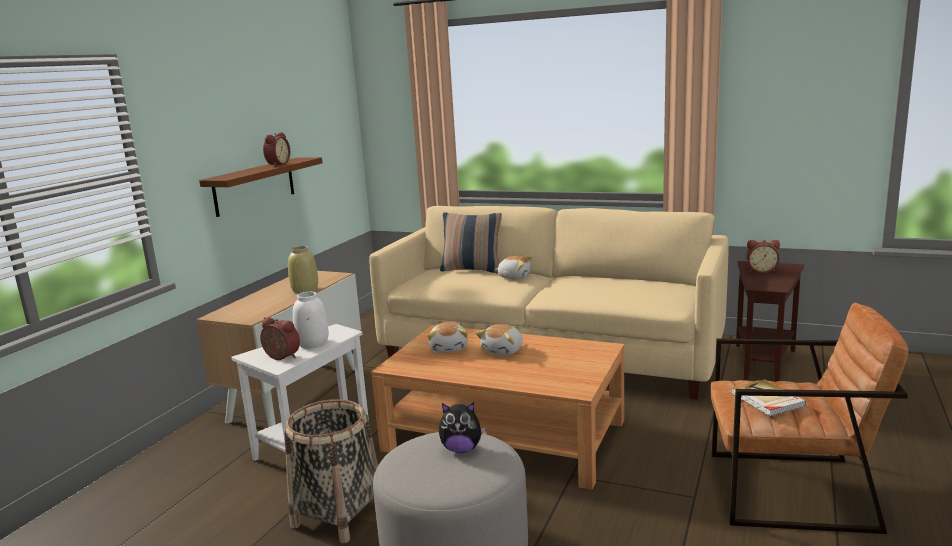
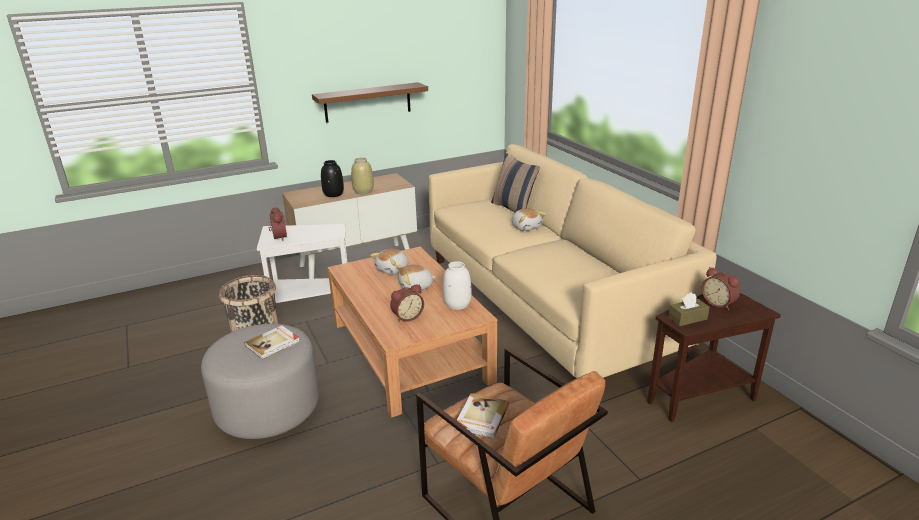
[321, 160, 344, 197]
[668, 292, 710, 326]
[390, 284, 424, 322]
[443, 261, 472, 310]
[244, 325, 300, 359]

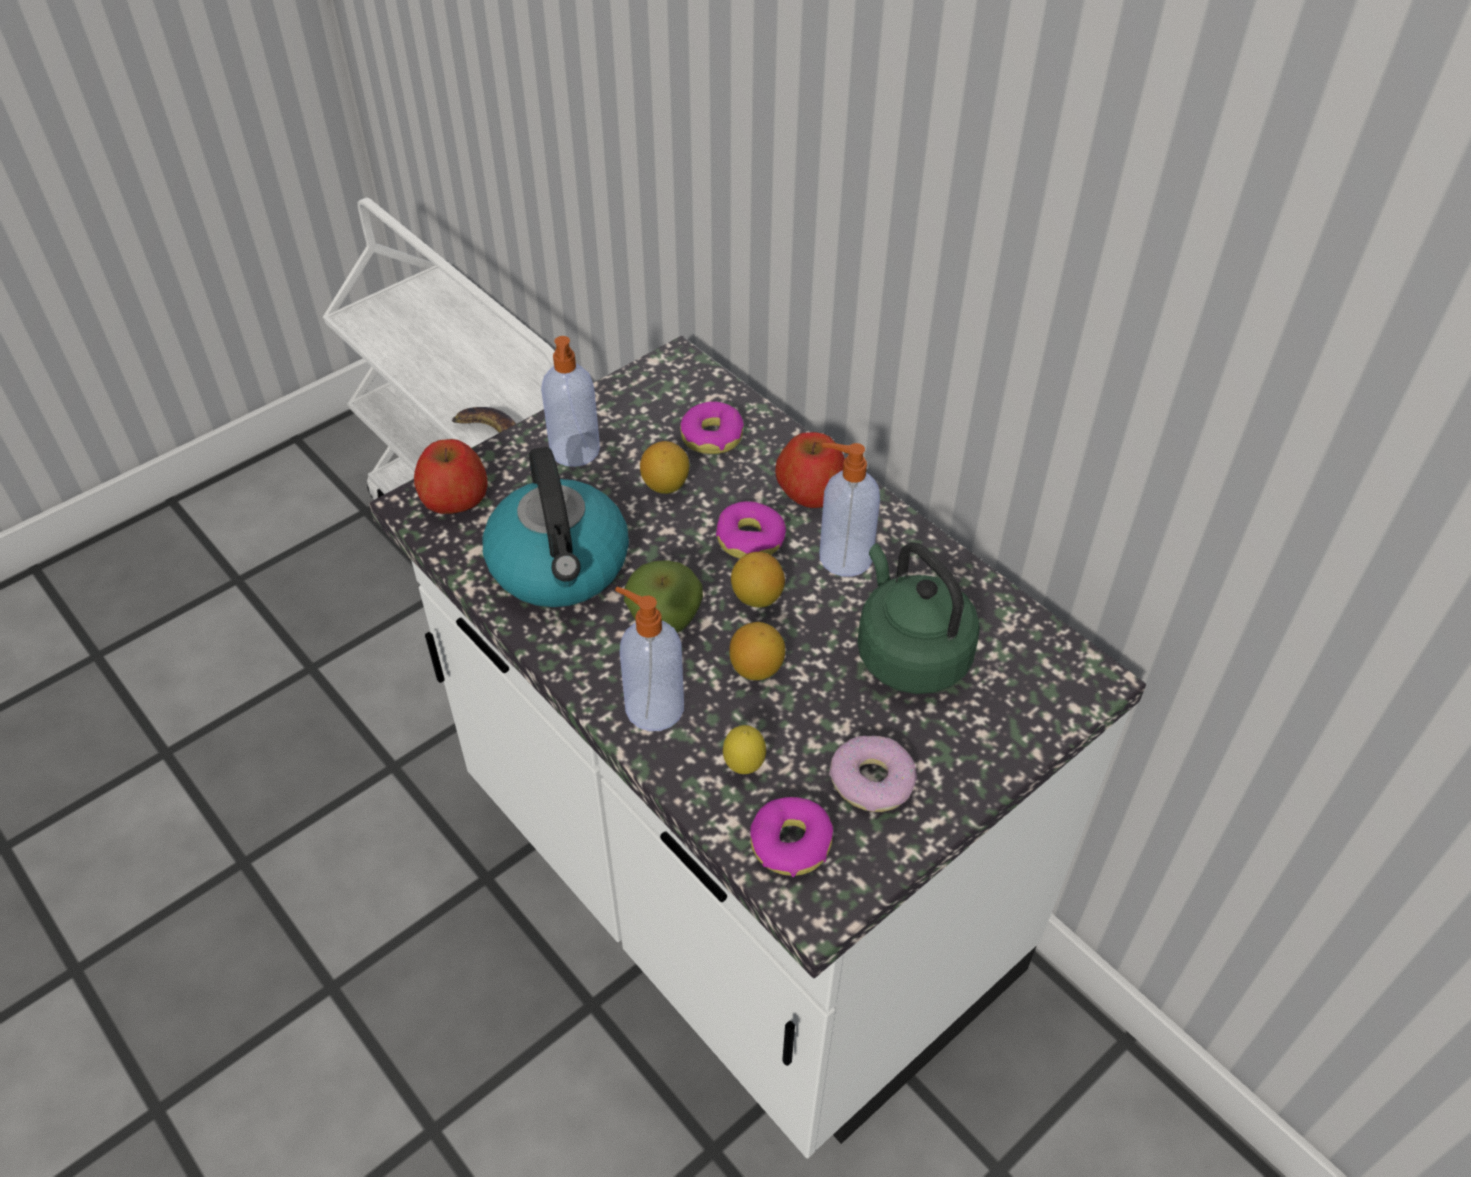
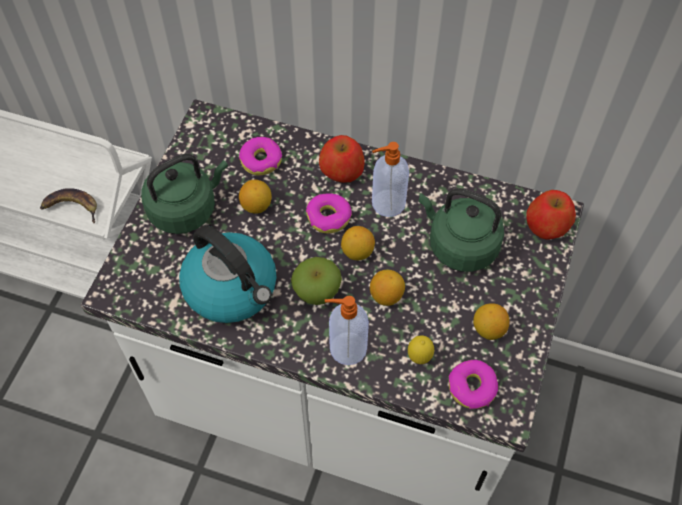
[526, 190, 576, 240]
[141, 154, 228, 234]
[473, 303, 509, 340]

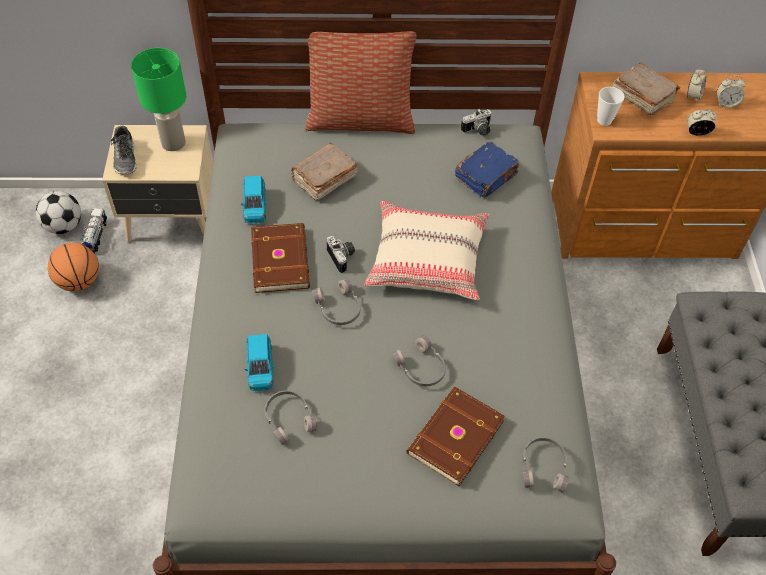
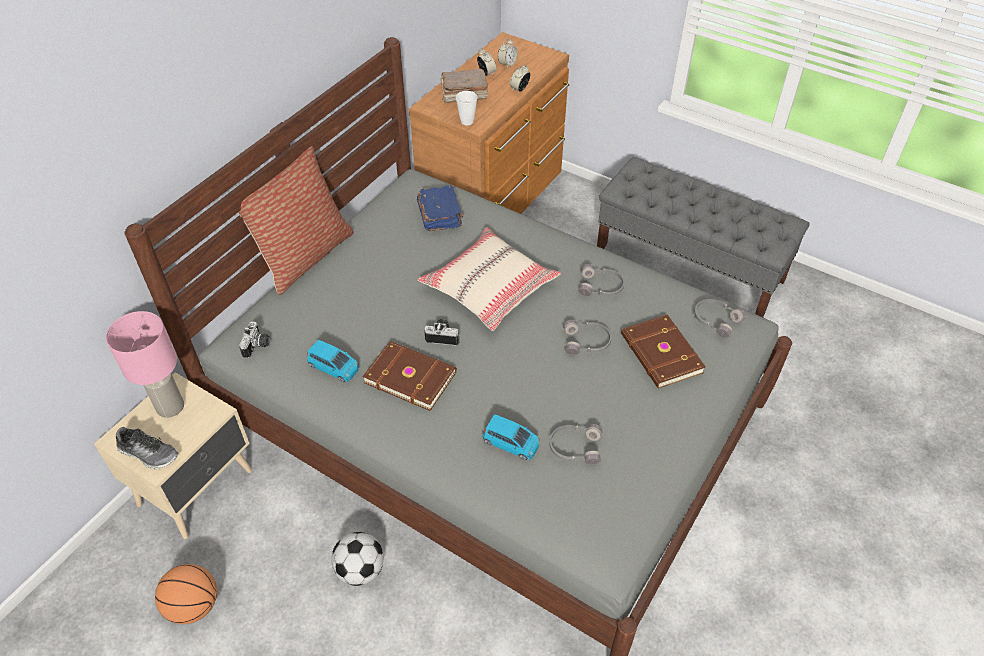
[81, 208, 107, 254] (first image)
[291, 143, 358, 201] (first image)
[331, 532, 384, 586]
[578, 264, 625, 296]
[239, 322, 270, 358]
[106, 311, 184, 418]

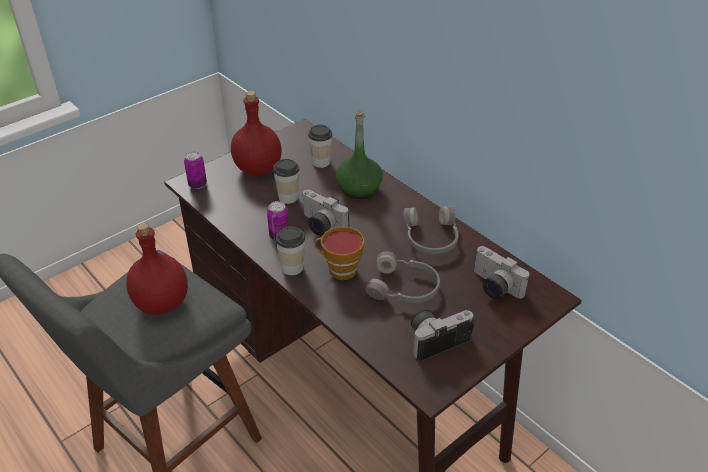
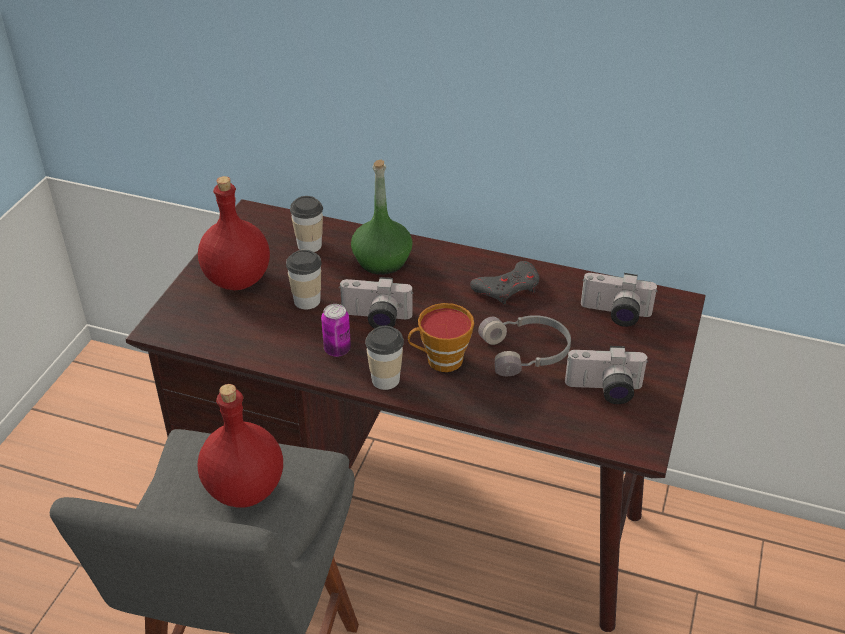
[184, 151, 207, 189] (first image)
[470, 261, 539, 305]
[565, 346, 649, 404]

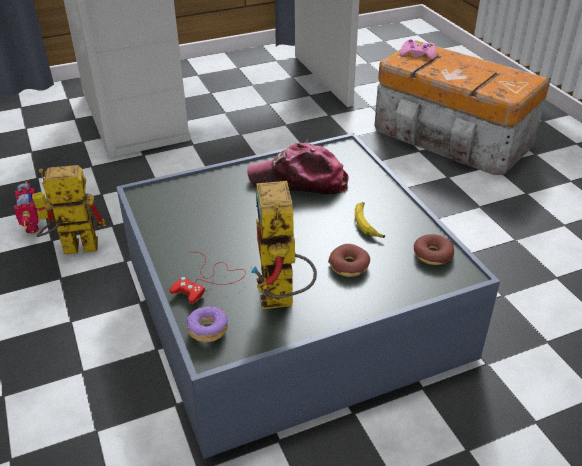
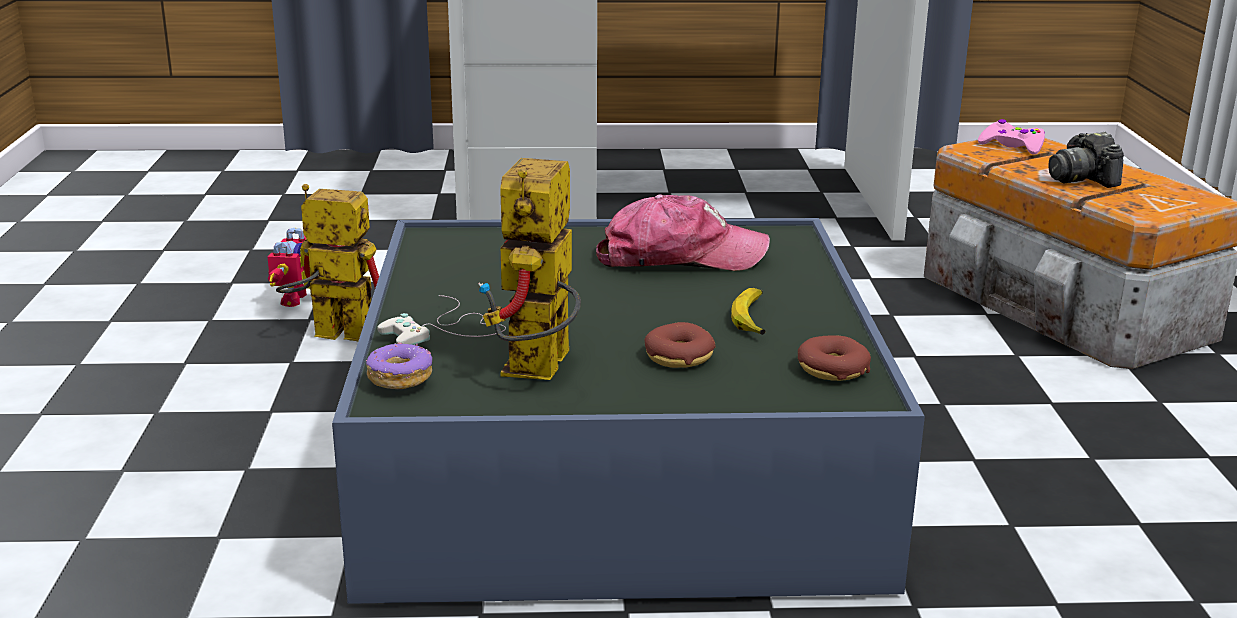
[1048, 132, 1124, 188]
[377, 295, 506, 345]
[596, 194, 770, 271]

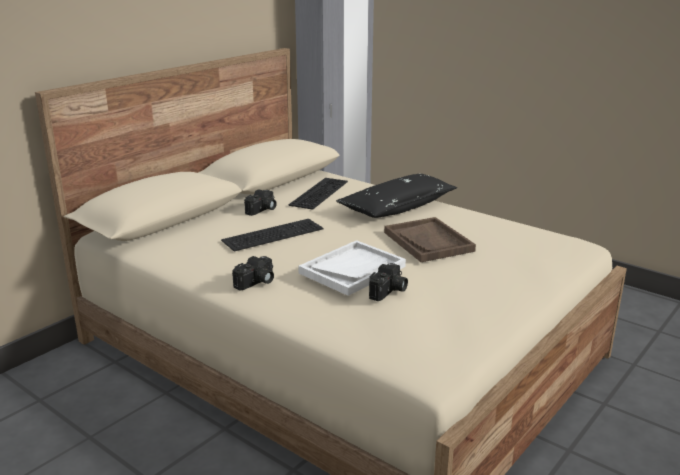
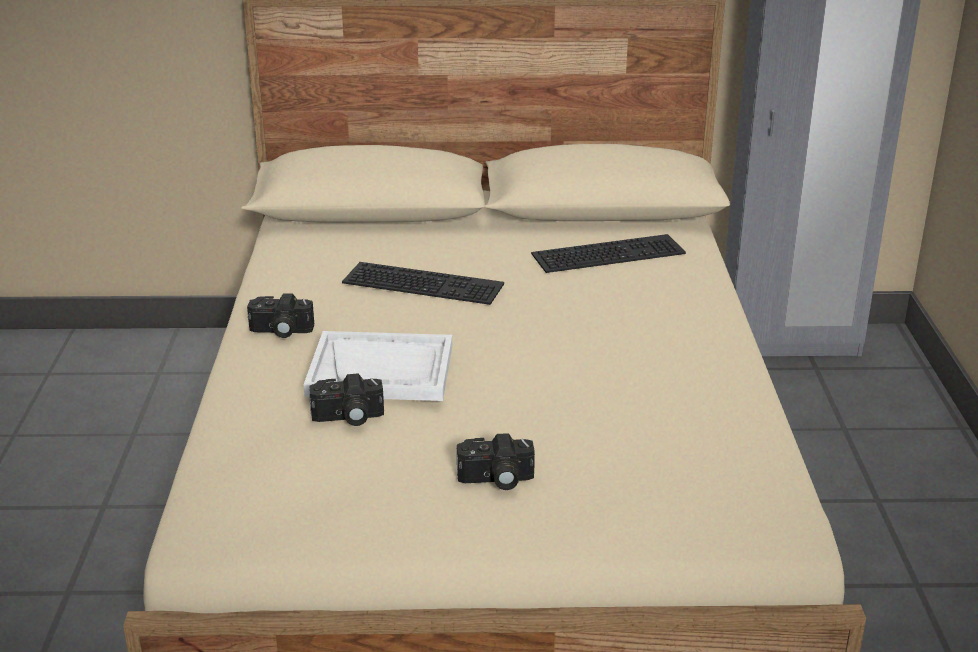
[336, 174, 457, 218] (first image)
[384, 217, 476, 262] (first image)
[457, 433, 535, 490]

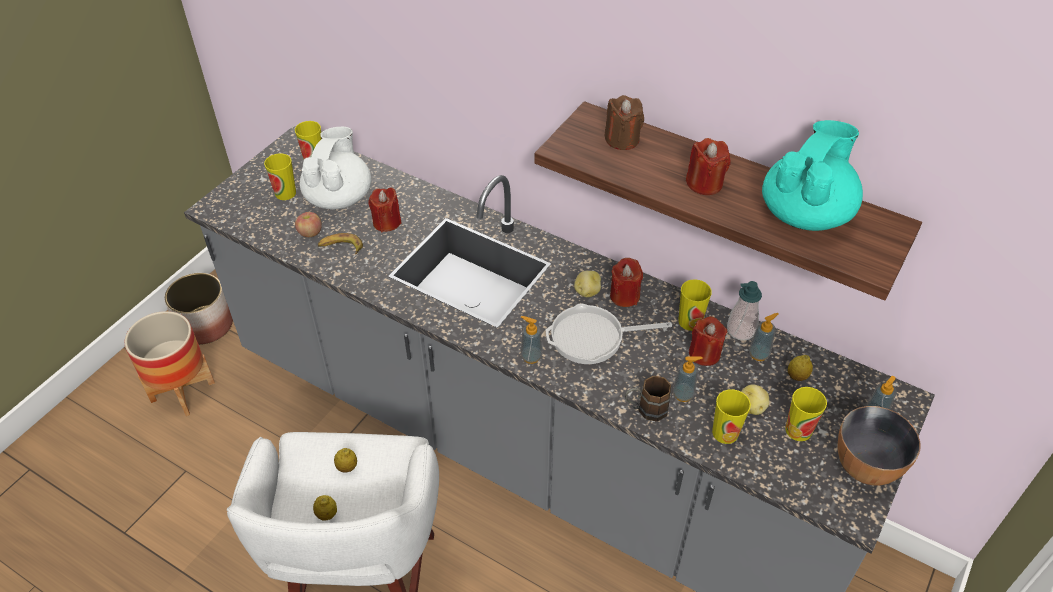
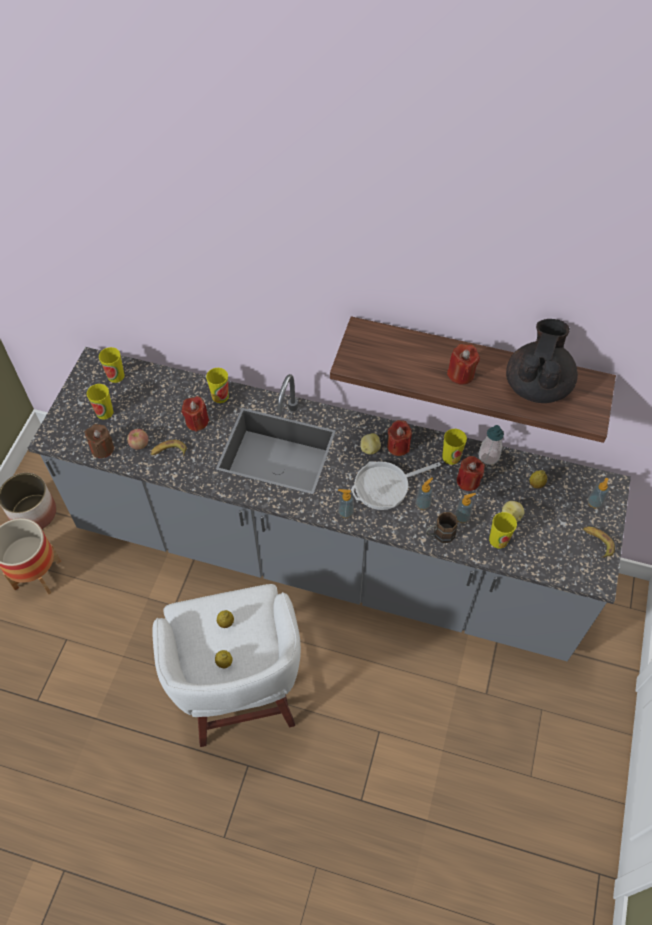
[300, 127, 371, 210] (first image)
[85, 424, 114, 458]
[415, 477, 433, 510]
[206, 368, 229, 403]
[583, 527, 615, 558]
[506, 319, 578, 403]

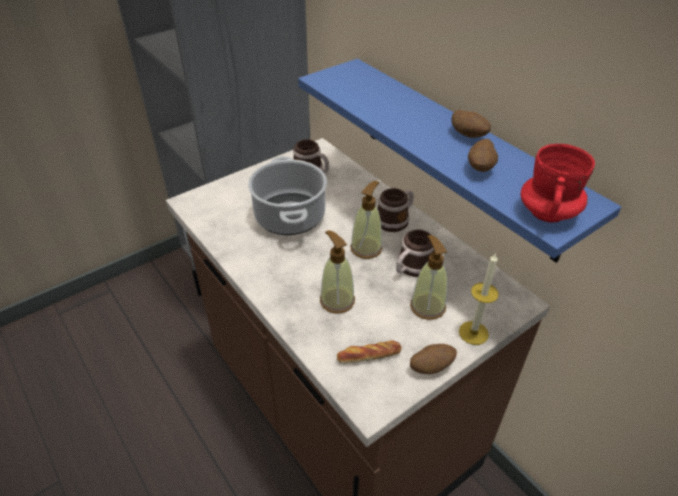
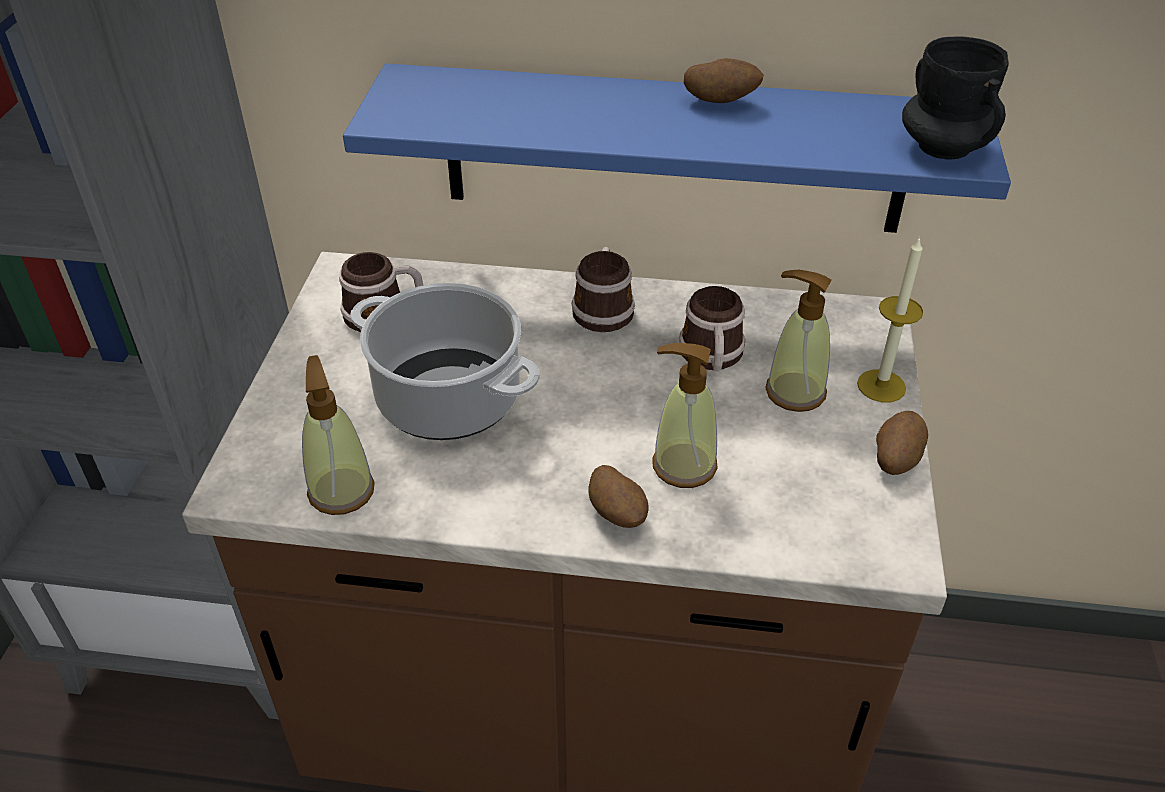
[337, 340, 402, 364] (first image)
[302, 355, 375, 515]
[588, 465, 649, 528]
[902, 36, 1009, 160]

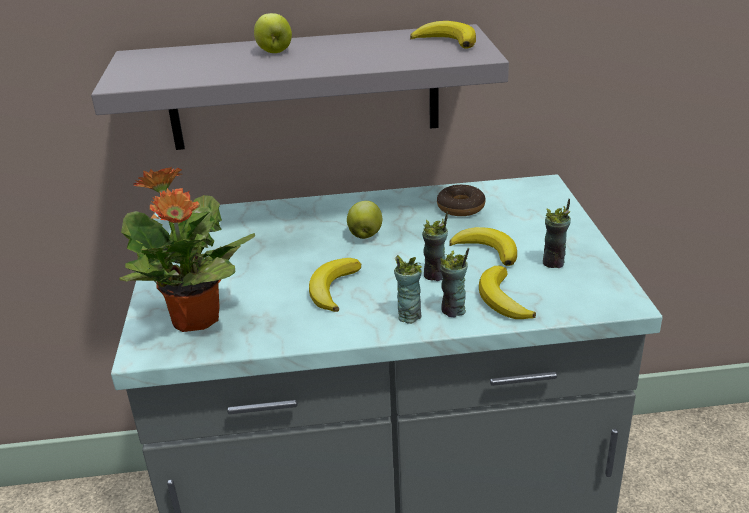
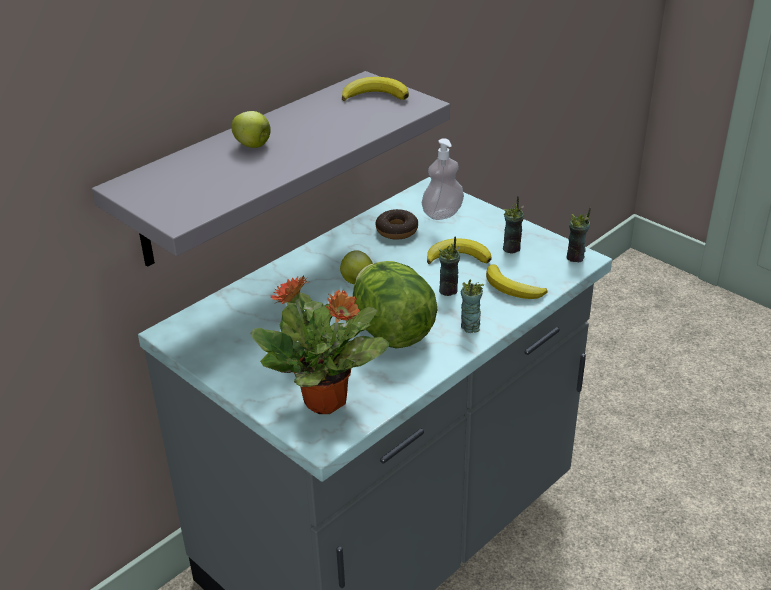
[422, 138, 464, 220]
[567, 208, 591, 263]
[353, 261, 437, 349]

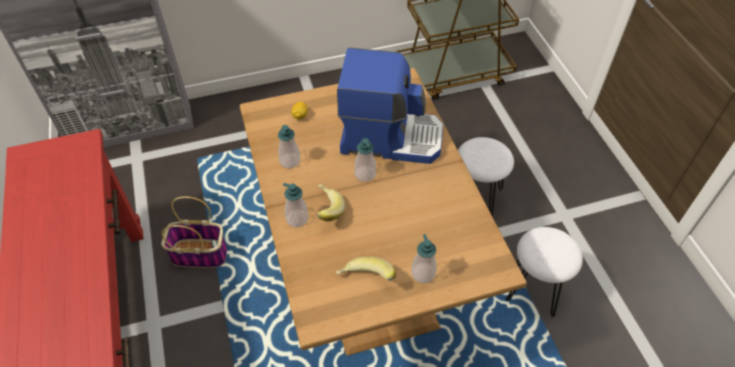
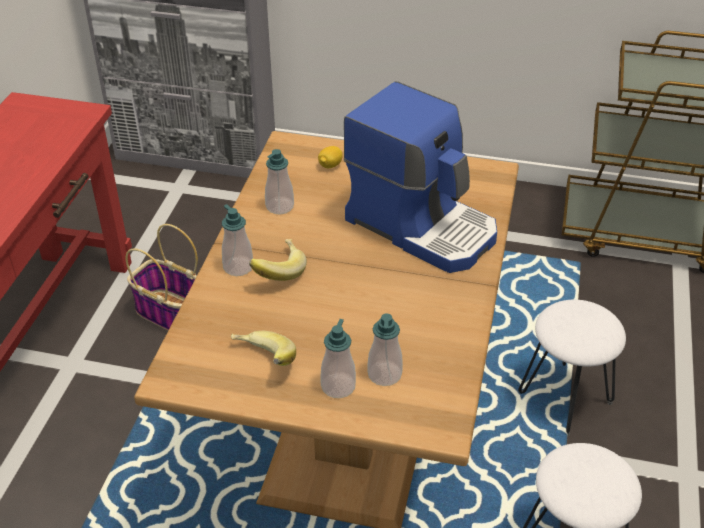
[367, 313, 403, 386]

